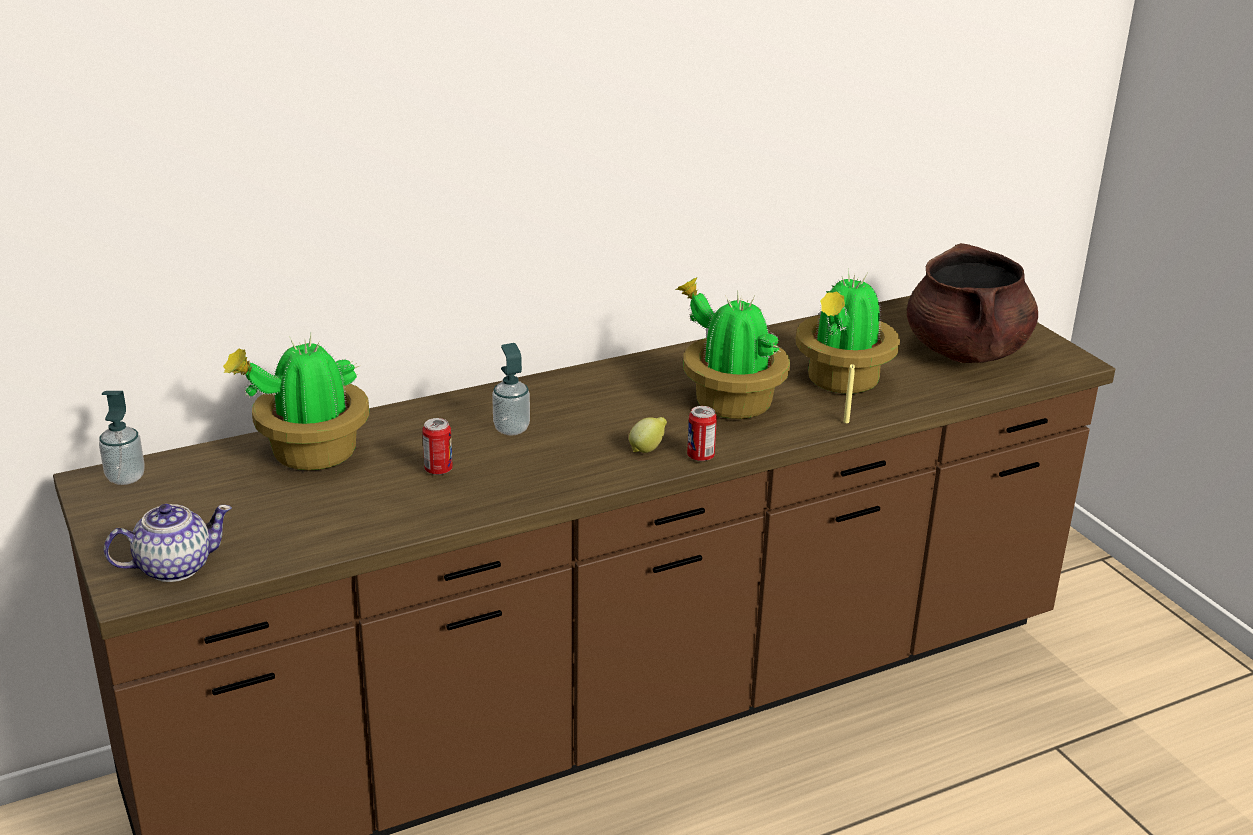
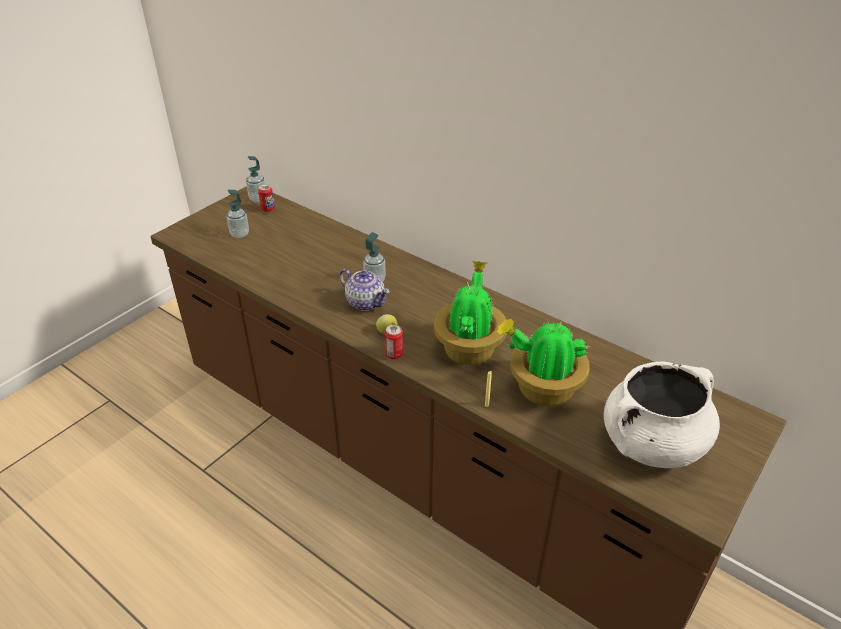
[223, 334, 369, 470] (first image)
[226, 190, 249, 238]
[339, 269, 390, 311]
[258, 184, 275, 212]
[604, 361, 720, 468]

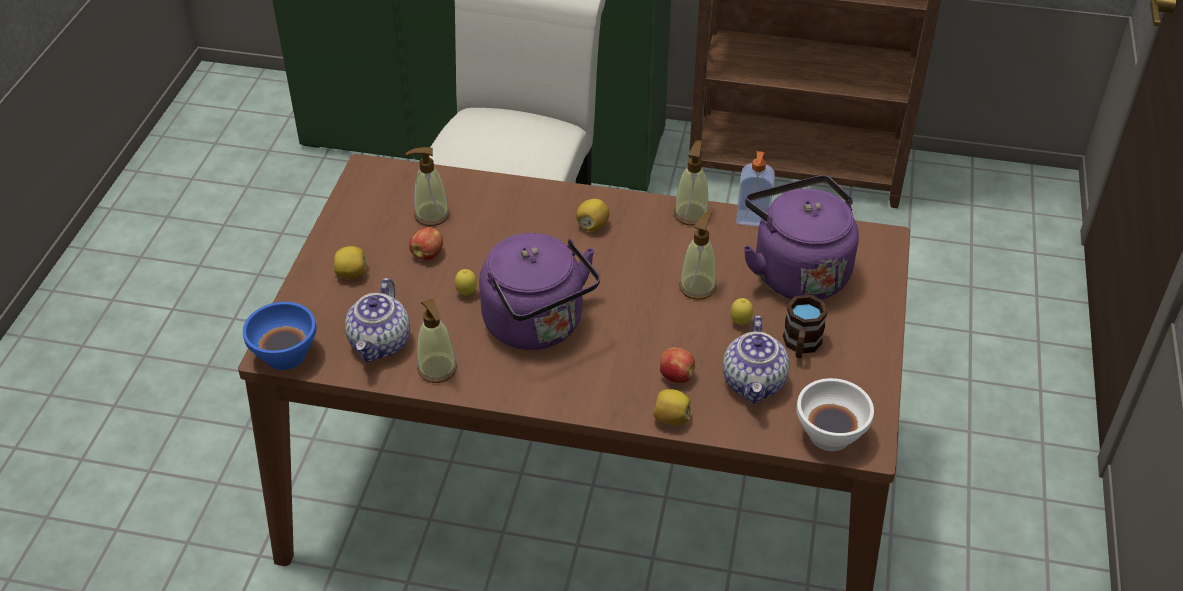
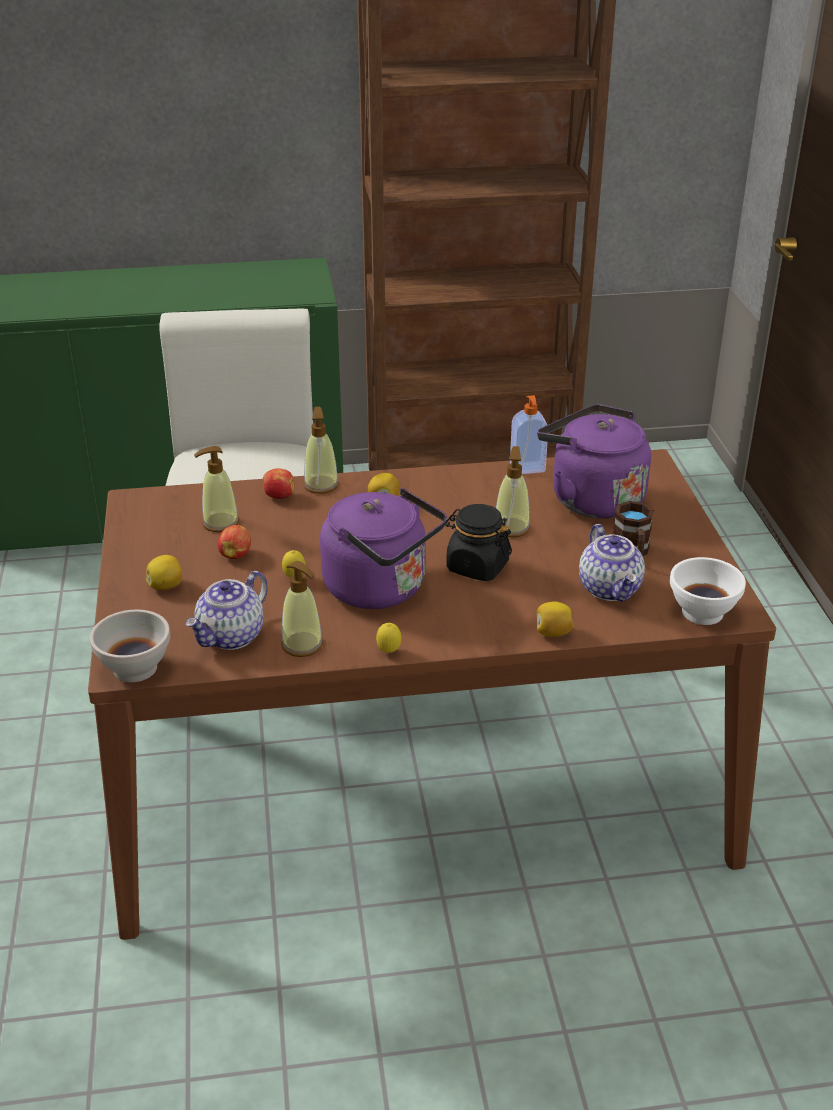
[445, 504, 512, 581]
[263, 468, 294, 499]
[304, 407, 339, 494]
[376, 623, 401, 653]
[90, 610, 170, 682]
[186, 571, 268, 650]

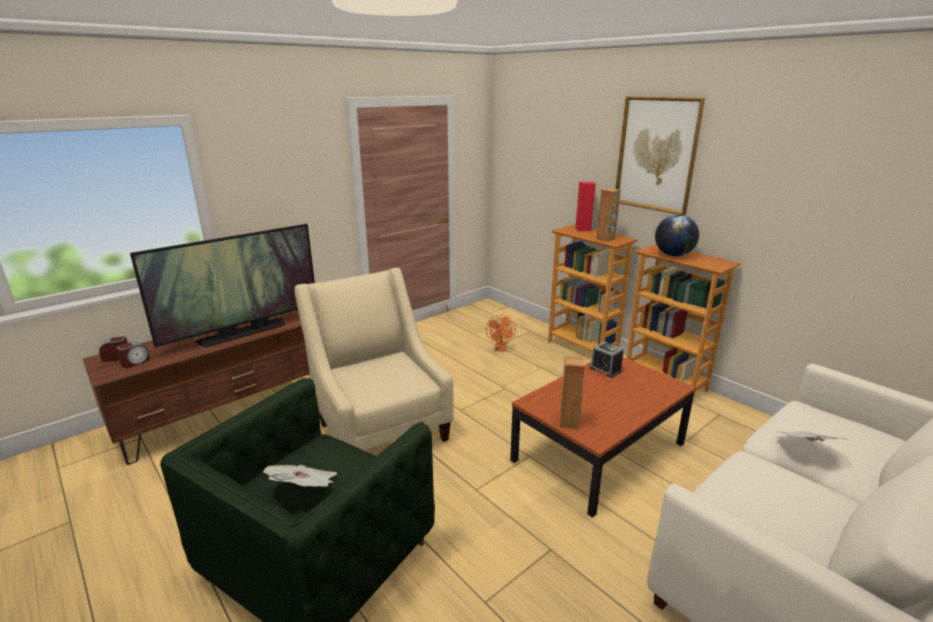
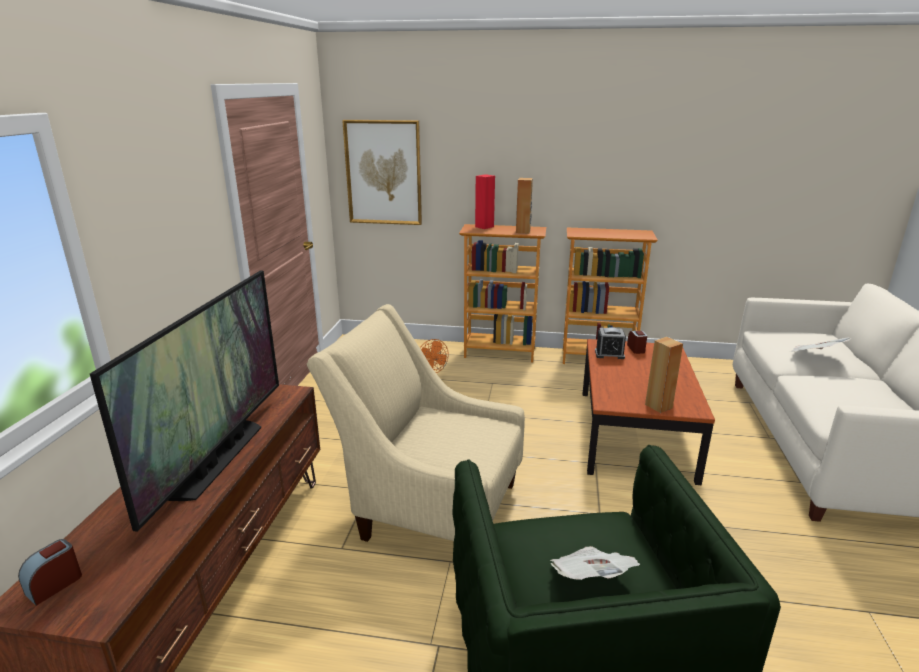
[655, 215, 699, 256] (first image)
[627, 331, 647, 354]
[342, 120, 422, 225]

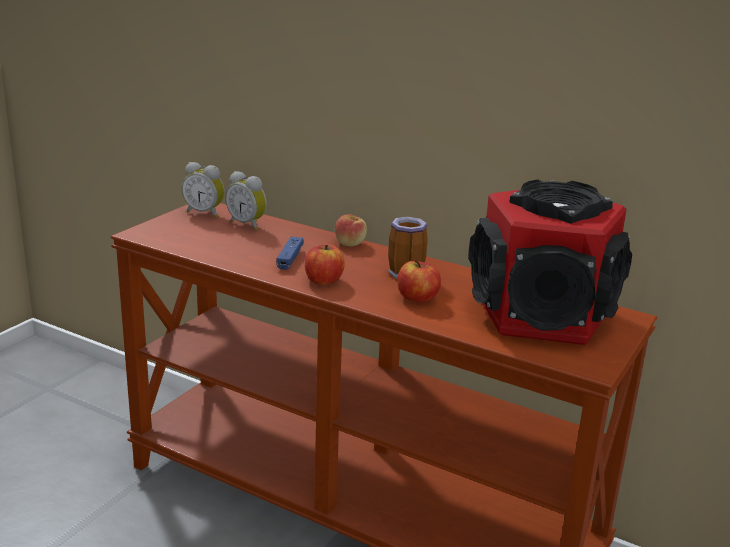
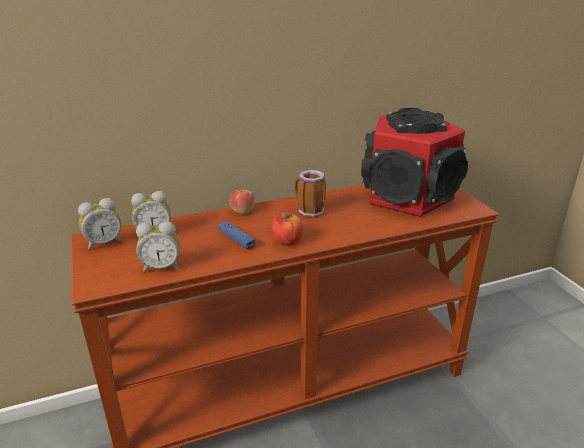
[397, 260, 441, 303] (first image)
[136, 221, 180, 272]

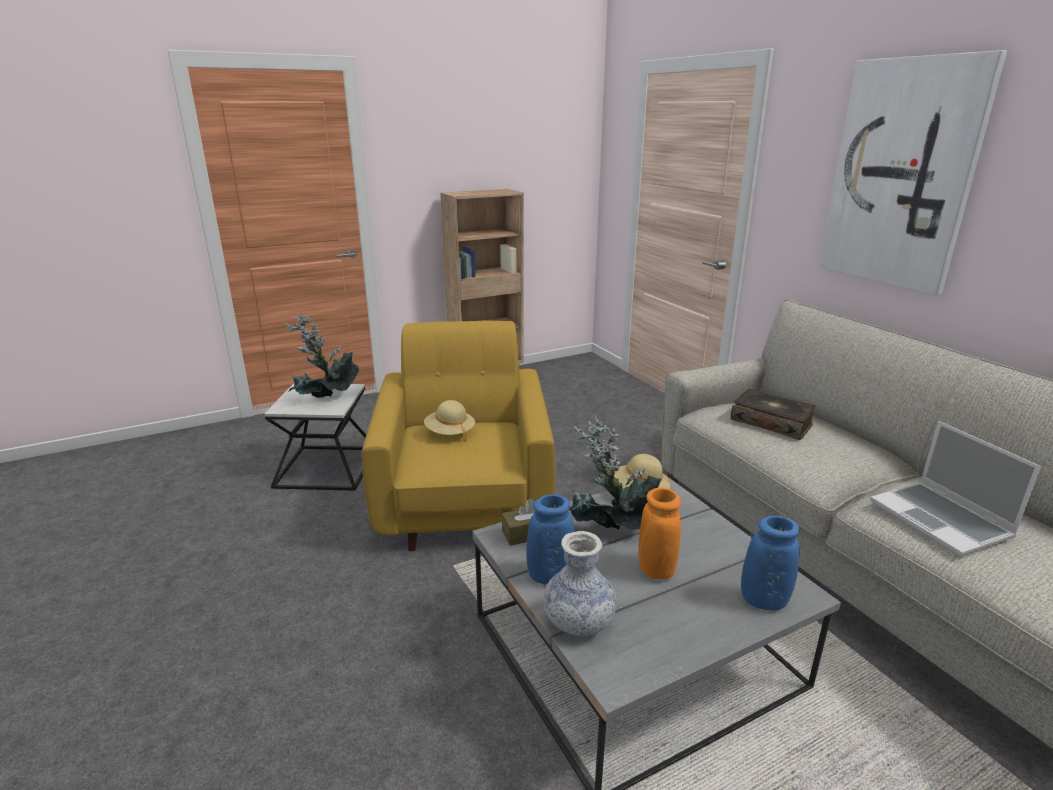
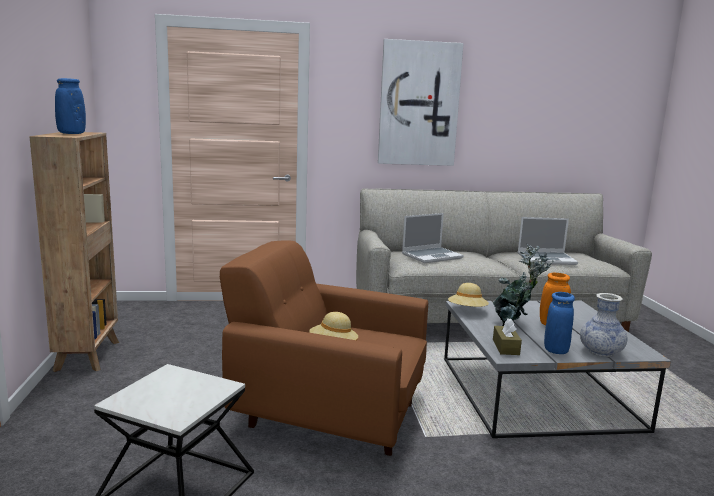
[285, 313, 359, 398] (first image)
[55, 78, 86, 134]
[402, 213, 464, 263]
[220, 240, 428, 456]

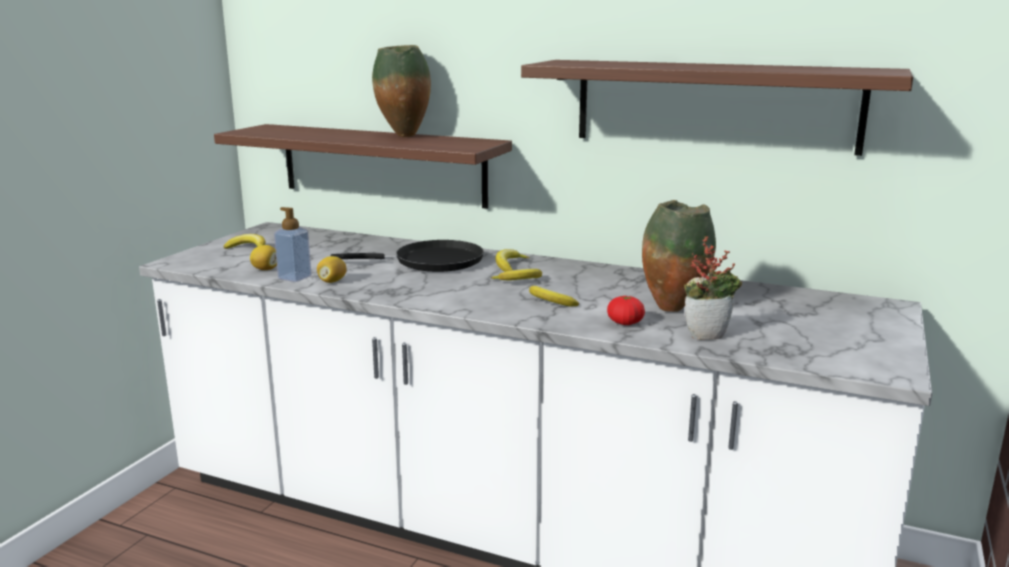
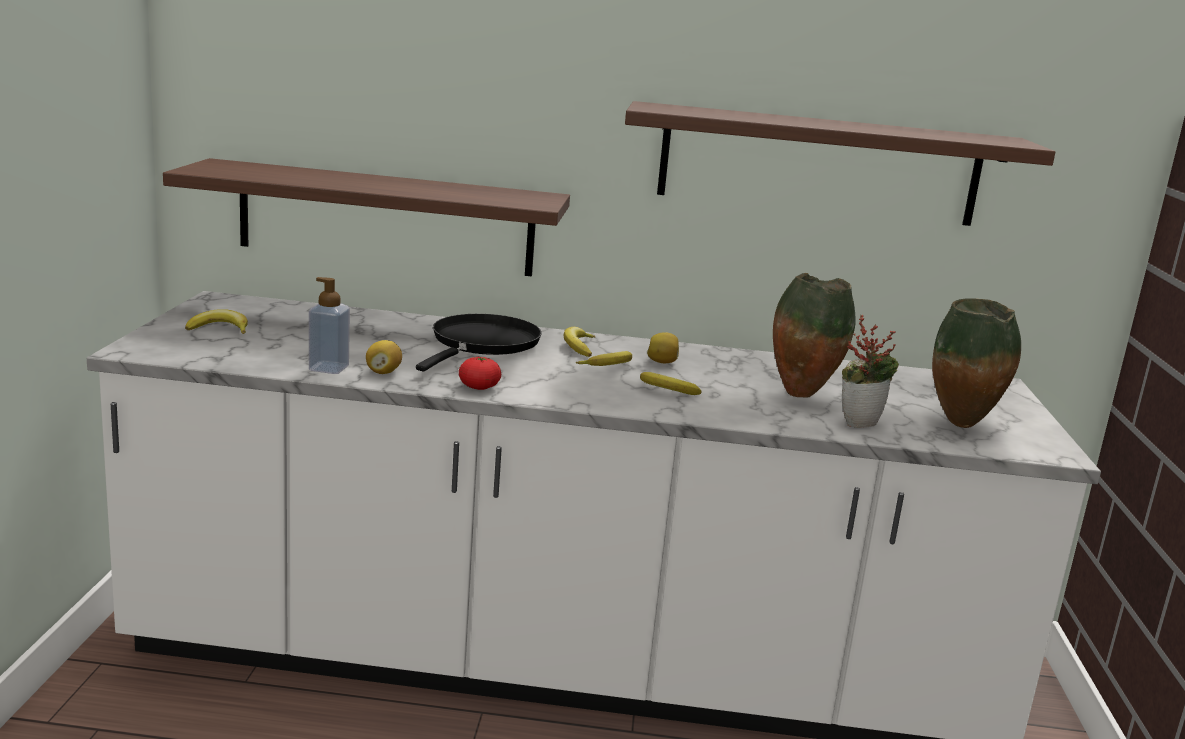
[647, 332, 679, 363]
[932, 298, 1021, 428]
[459, 357, 501, 390]
[416, 314, 542, 371]

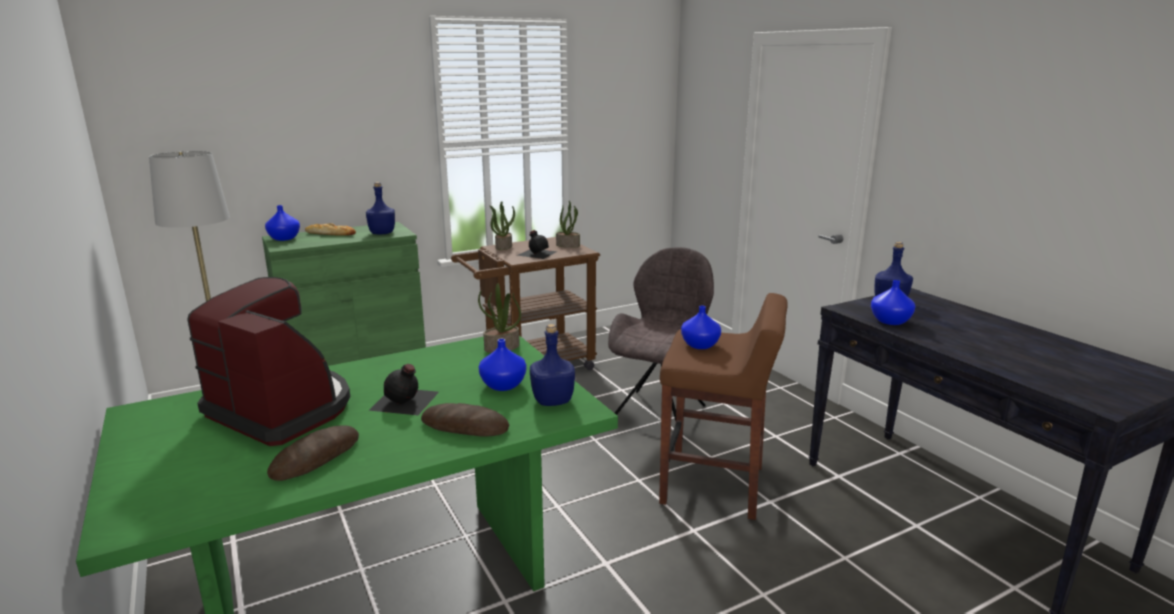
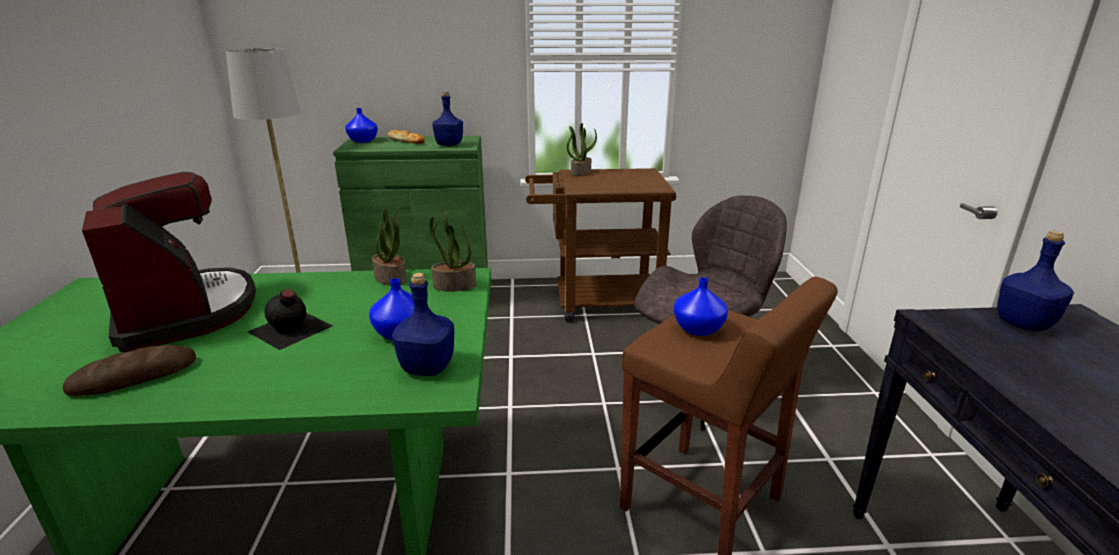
[421, 403, 509, 436] (first image)
[517, 230, 557, 259] (first image)
[871, 280, 915, 325] (first image)
[372, 205, 407, 286]

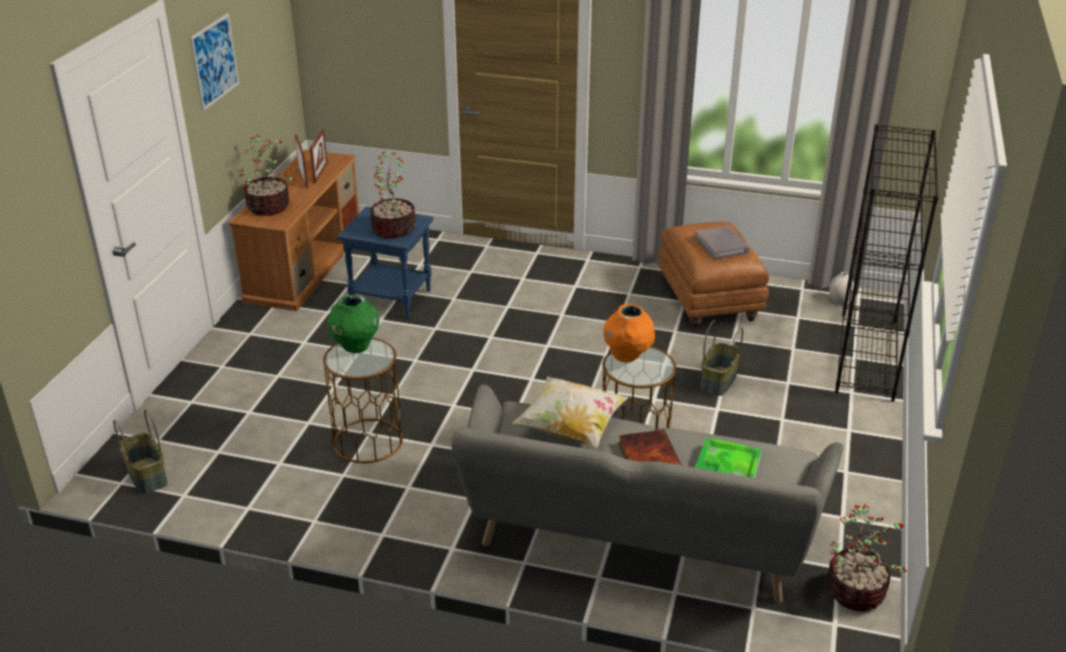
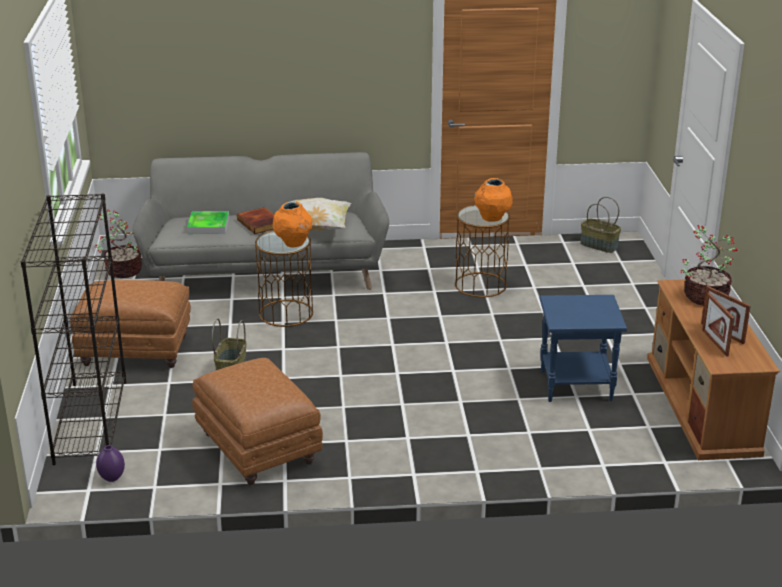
[190, 13, 239, 111] (first image)
[370, 152, 416, 239] (first image)
[694, 226, 750, 259] (first image)
[70, 280, 191, 368]
[474, 178, 513, 222]
[96, 445, 125, 482]

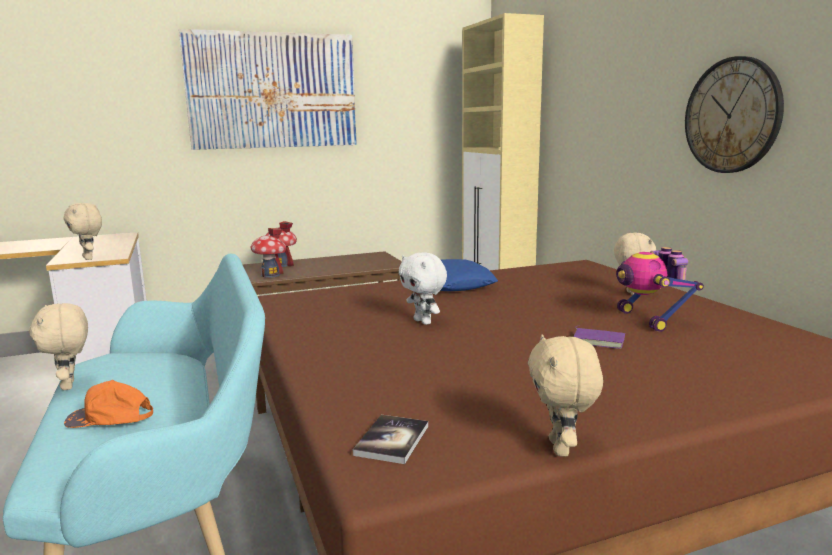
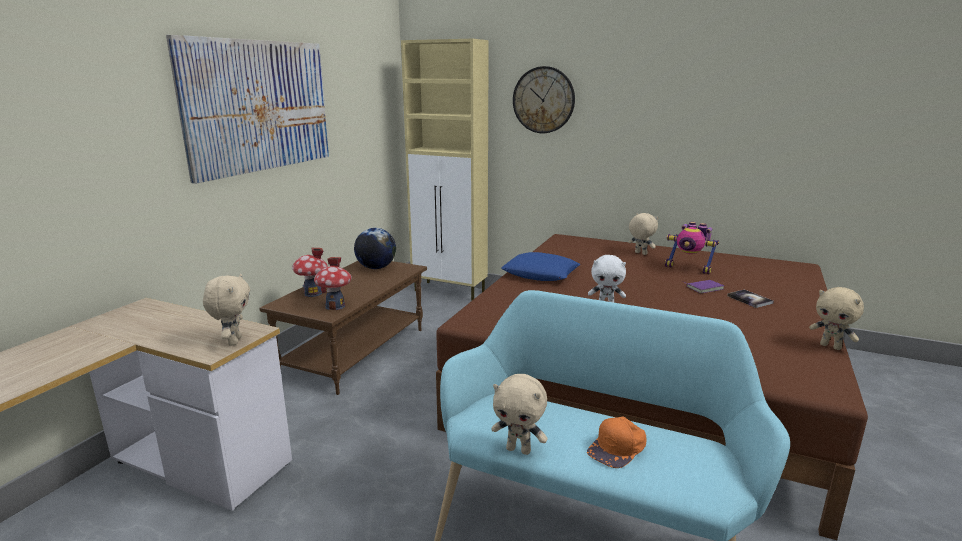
[354, 228, 396, 269]
[727, 290, 774, 308]
[513, 66, 575, 133]
[203, 274, 250, 346]

